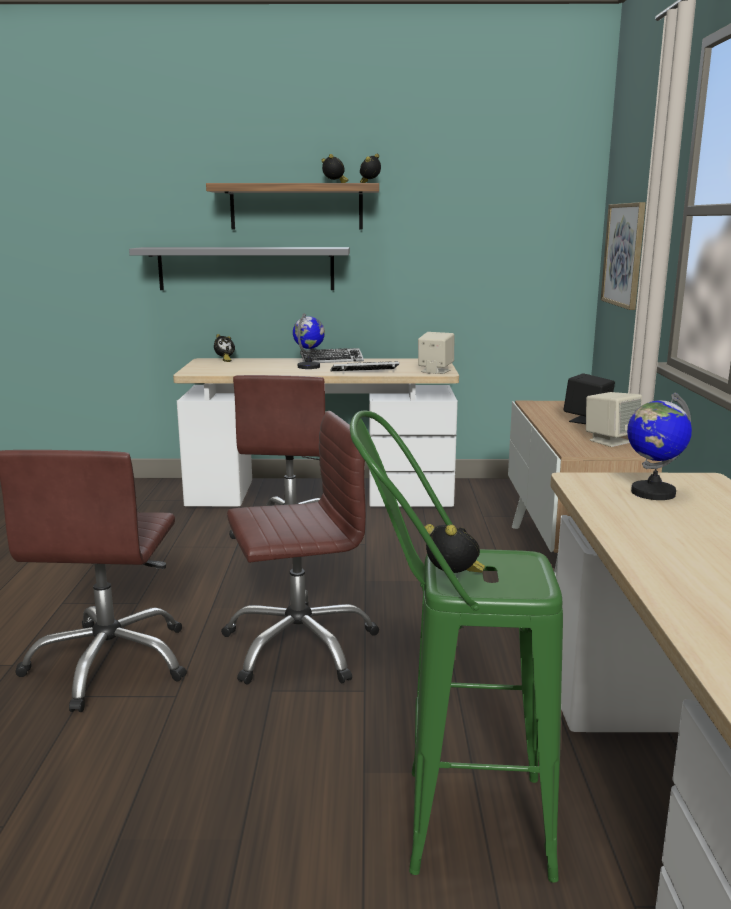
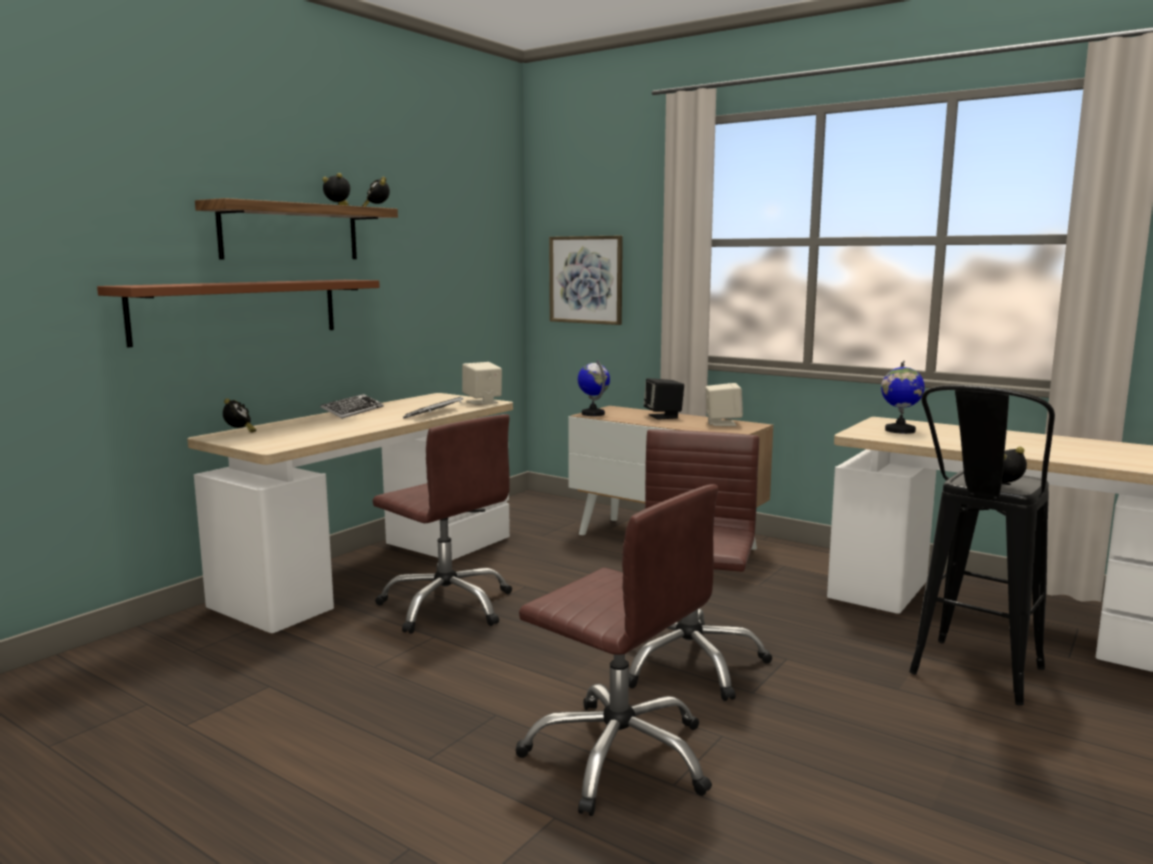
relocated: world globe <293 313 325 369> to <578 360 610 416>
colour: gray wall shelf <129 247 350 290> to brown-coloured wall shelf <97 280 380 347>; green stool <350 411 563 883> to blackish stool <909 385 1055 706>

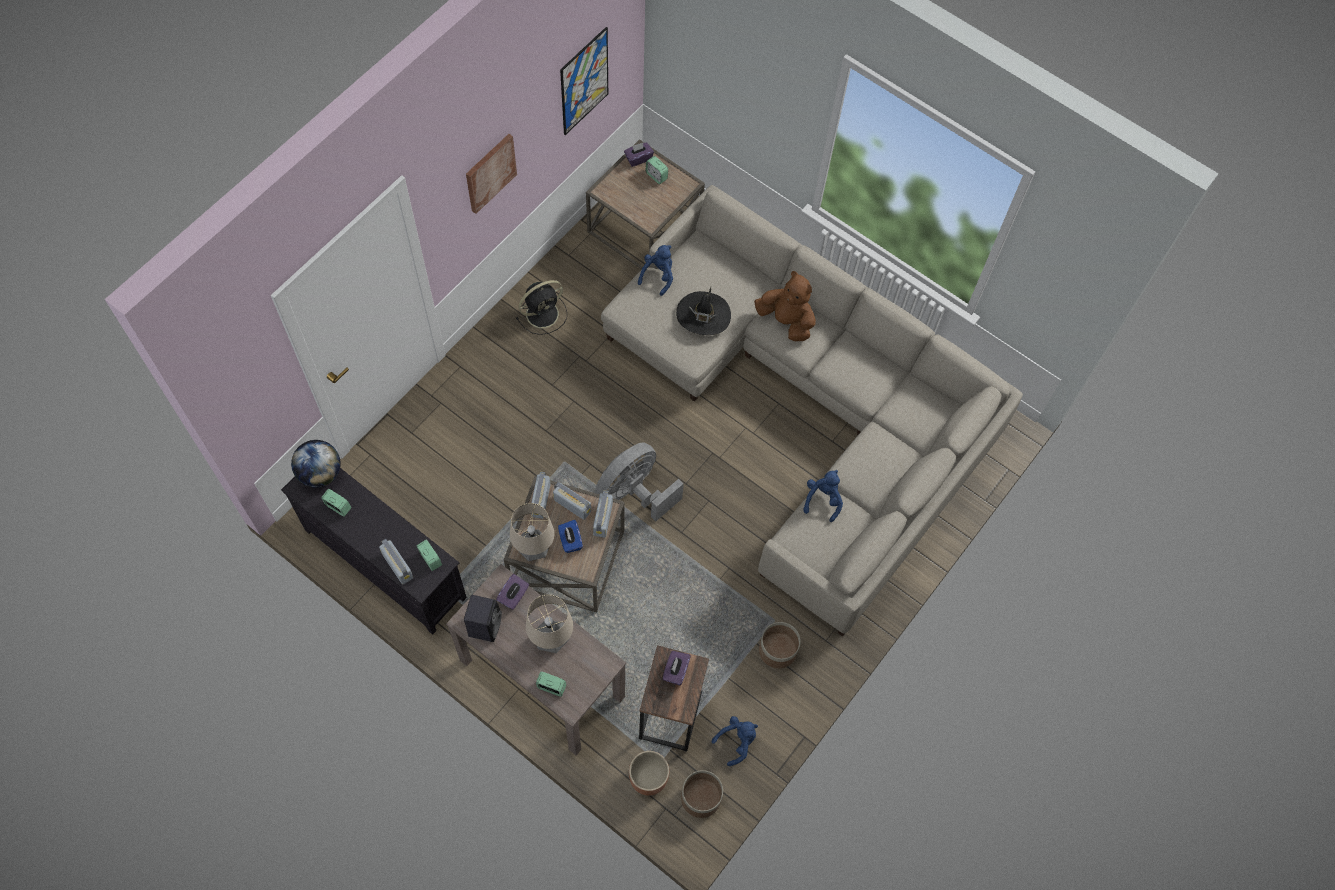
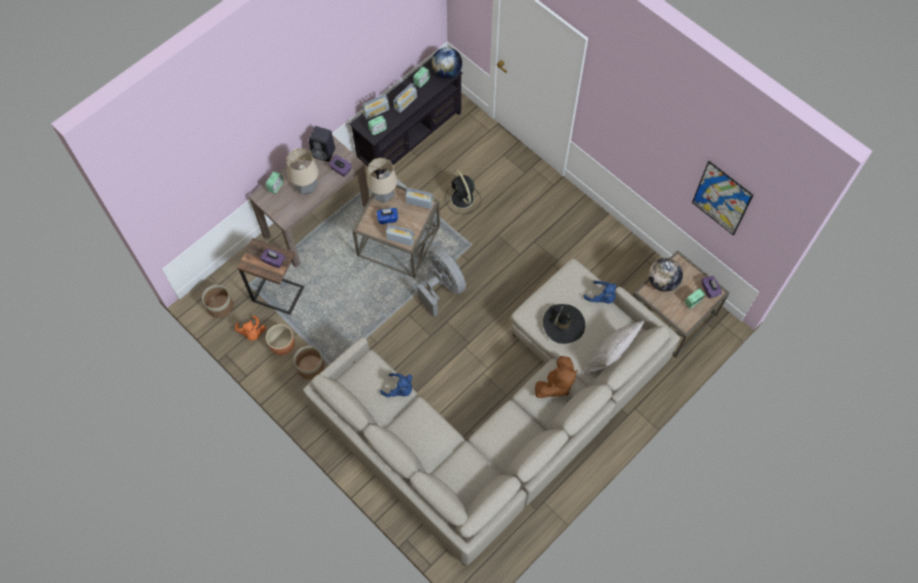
missing: wall picture <466 134 517 214>
appeared: gray cushion <584 320 644 374>; world globe <649 258 683 292>
relocated: blackish fan <516 280 567 335> to <445 170 481 214>; radio <553 482 591 520> to <393 83 417 113>; brown-coloured planter <629 751 669 796> to <266 324 295 355>
colour: blue-coloured plush toy <712 716 758 766> to orangey plush toy <235 315 266 341>

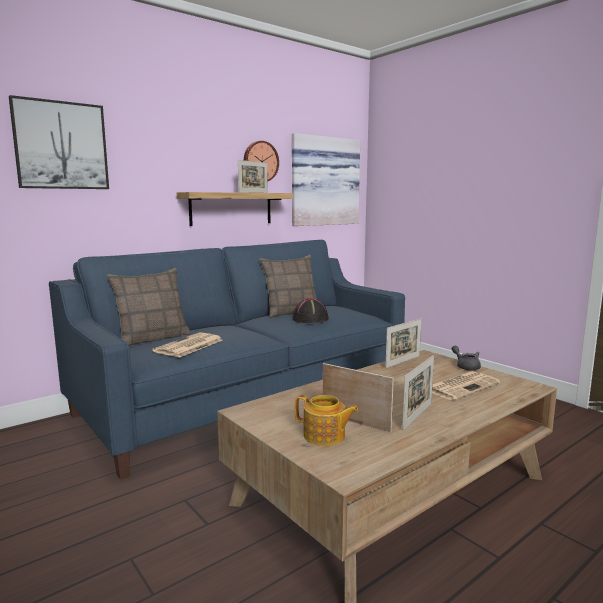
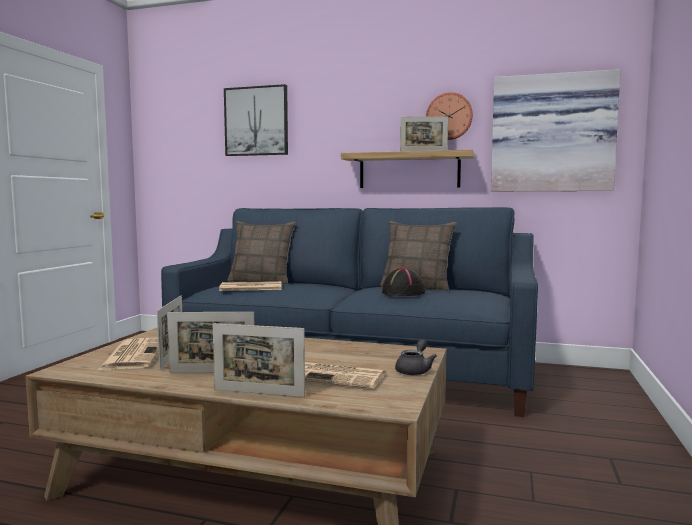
relocated: picture frame <385 318 421 368> to <213 323 305 397>
exchanged: pot for tea <295 395 358 446> to daily paper <98 338 158 370>

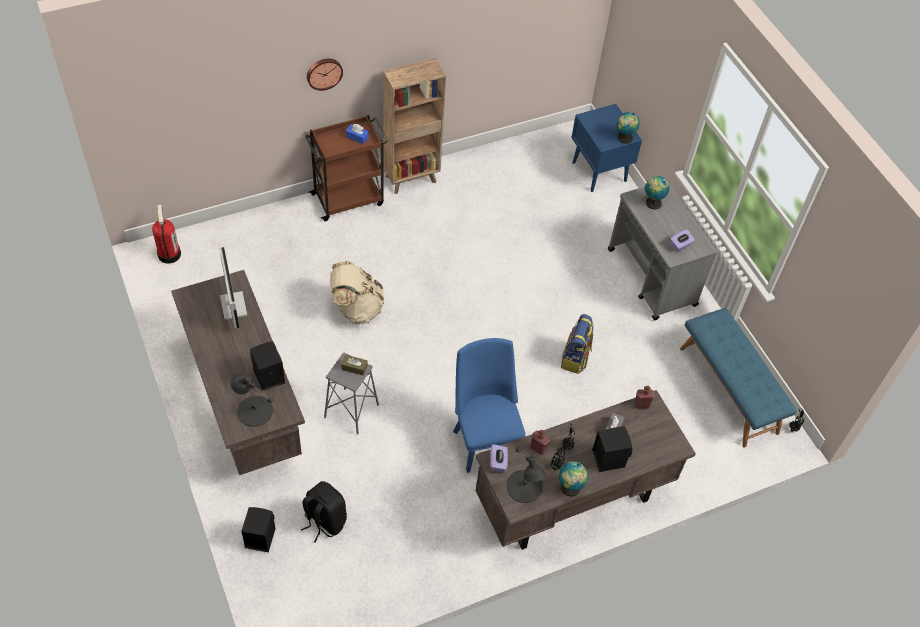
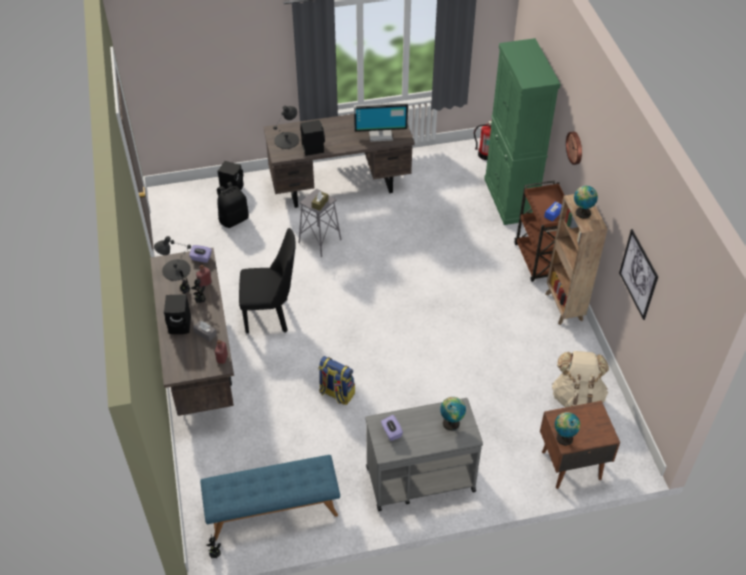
appeared: green storage cabinet <484 38 560 225>; wall picture <619 229 658 320>
relocated: beige rucksack <330 261 384 324> to <552 351 609 408>; world globe <559 461 588 497> to <574 186 598 219>
colour: blue-coloured chair <453 338 525 473> to blackish chair <239 228 296 333>; blue-coloured bedside table <571 104 642 192> to brown-coloured bedside table <540 401 620 489>

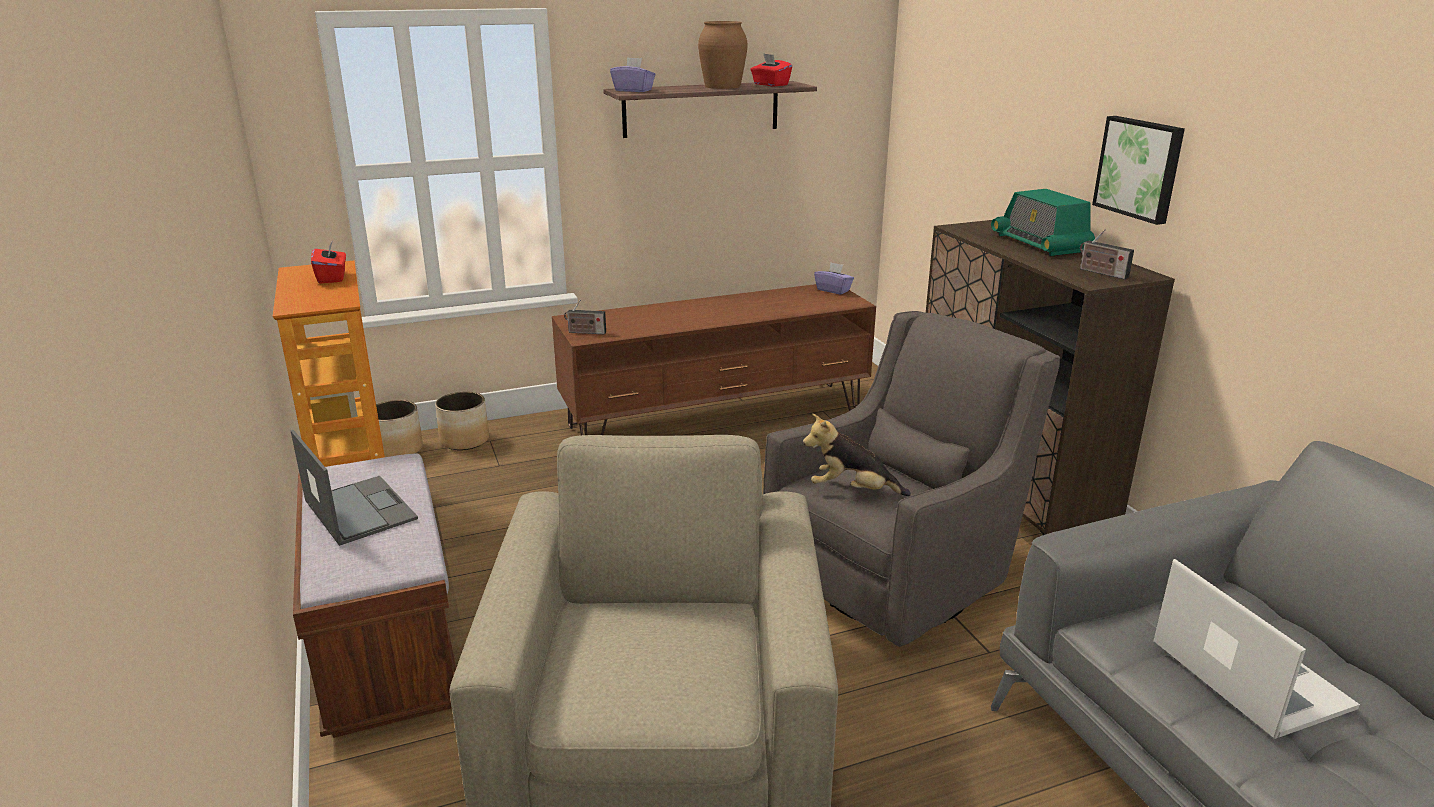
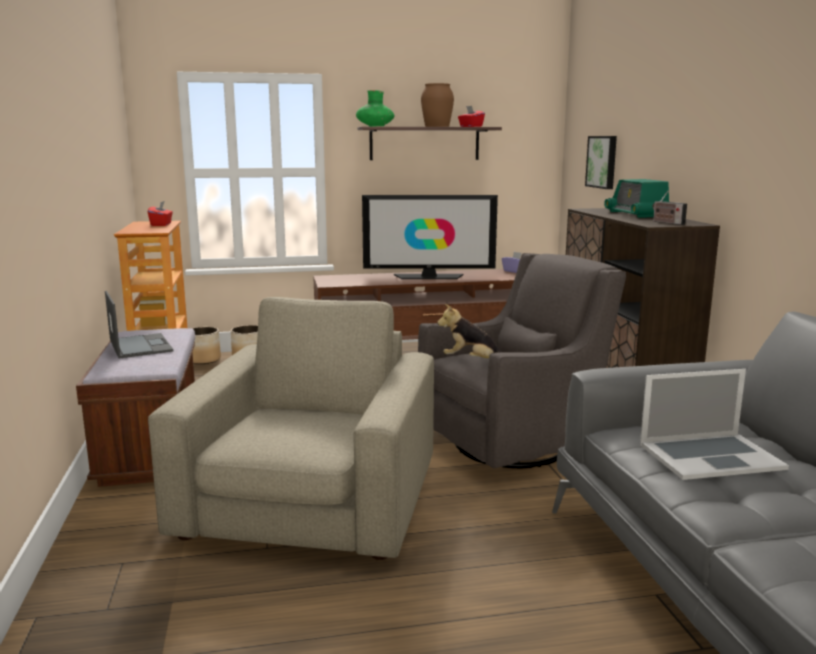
missing: radio <564 300 606 334>
appeared: TV <362 195 498 279>
relocated: wall picture <1092 116 1185 225> to <585 136 617 189>
exchanged: purple box of tissues <610 57 656 92> to green vase <356 90 395 127>
spun: laptop <1154 559 1360 739> = <640 369 789 480> 90 degrees clockwise

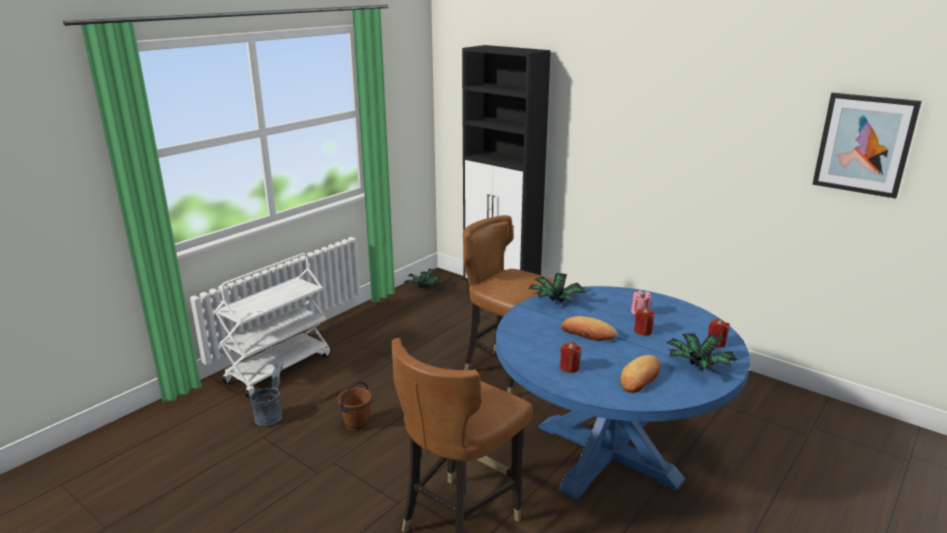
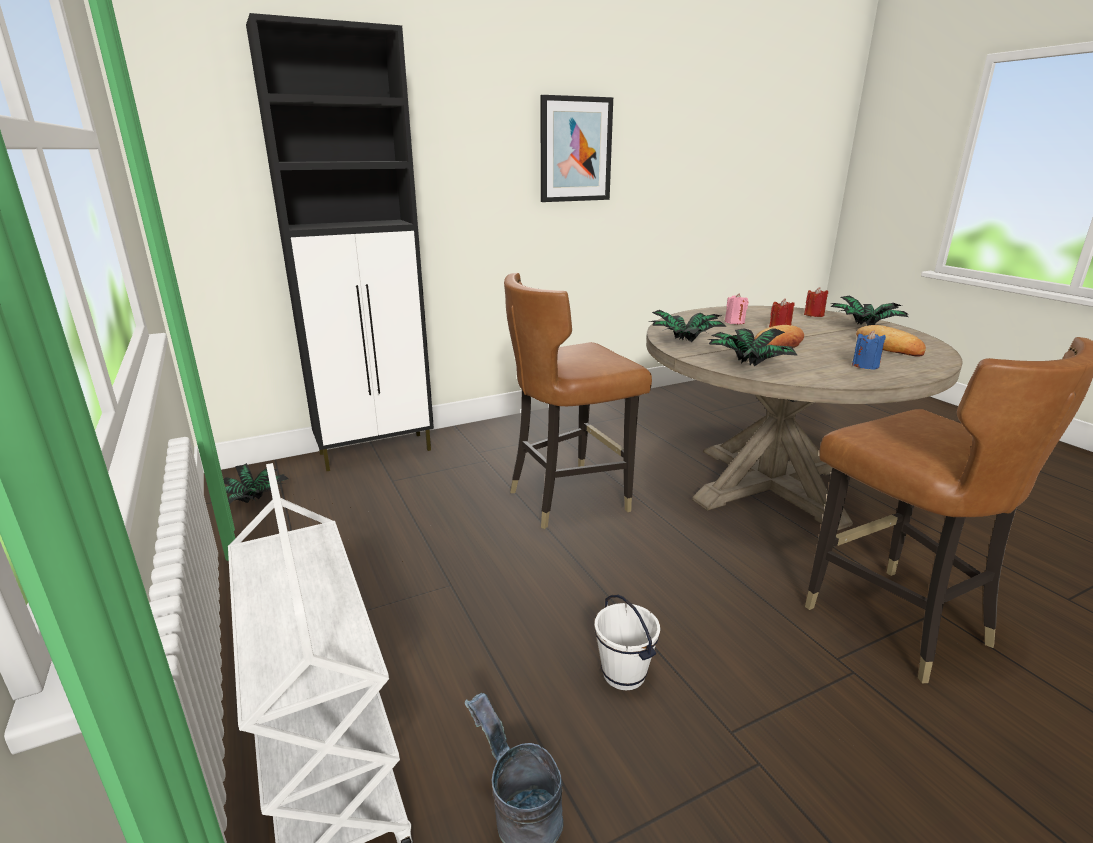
appeared: plant in a pot <708 328 798 366>
relocated: wall picture <812 93 922 199> to <540 95 613 202>
colour: brown-coloured water bucket <338 382 372 431> to white water bucket <594 595 660 690>; blue-coloured dinner table <496 286 750 500> to beige dinner table <646 306 962 531>; red-coloured wax candle <560 341 582 373> to blue-coloured wax candle <852 330 886 370>

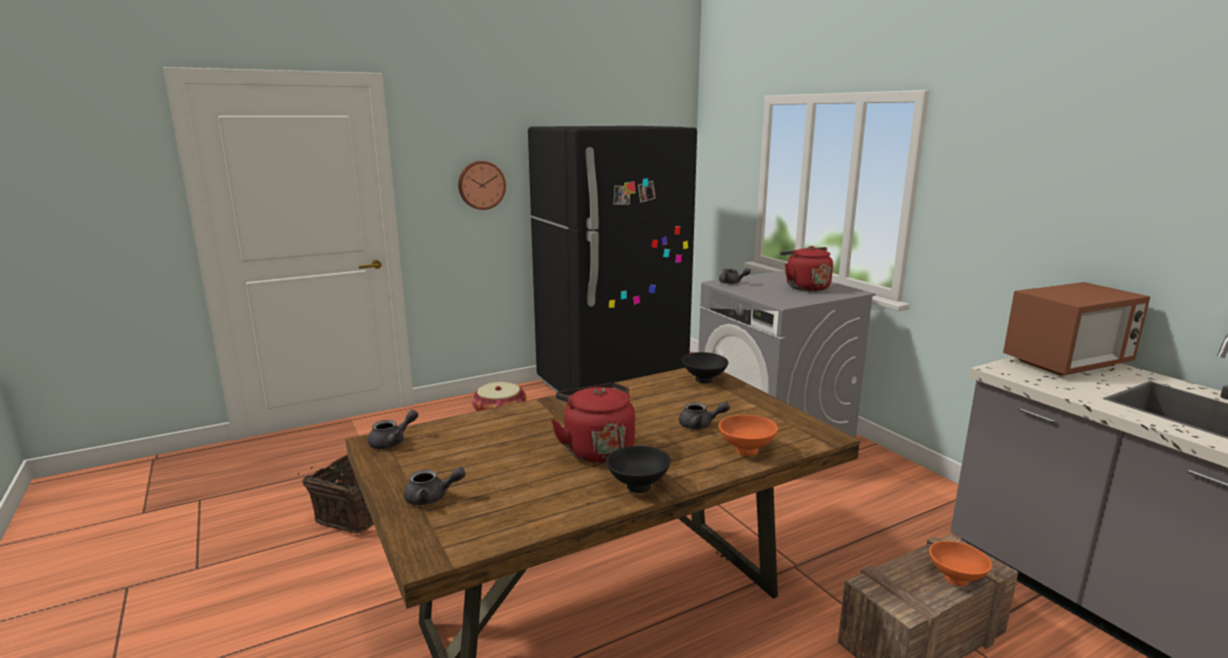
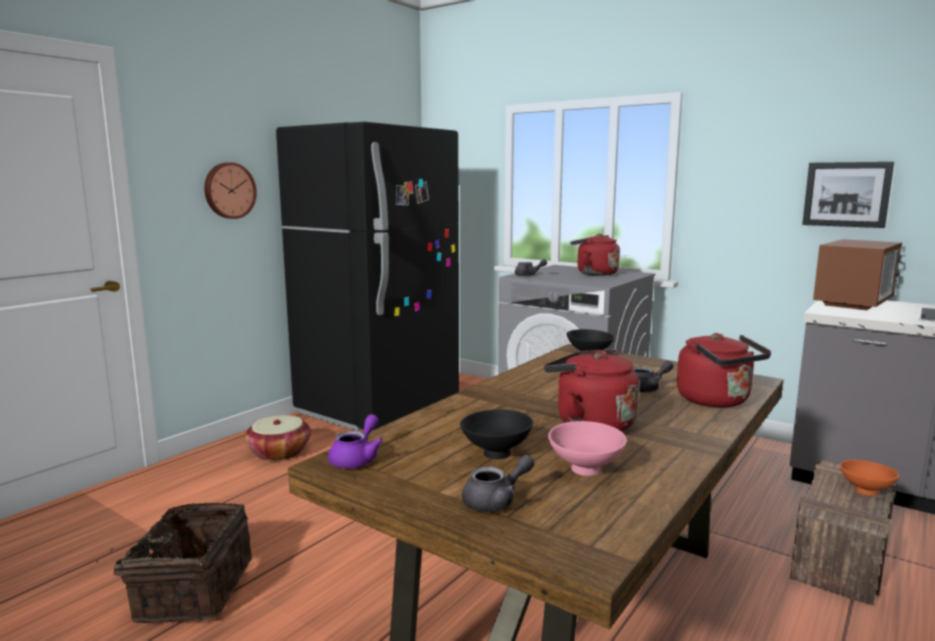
appeared: pink-coloured deep dish <548 421 627 476>; wall picture <802 162 894 228>
relocated: blackish deep dish <606 446 671 493> to <460 410 533 459>
exchanged: orangey deep dish <719 415 778 456> to red-coloured water kettle <677 333 771 407>
colour: gray pot for tea <368 410 418 449> to purple pot for tea <328 414 383 469>

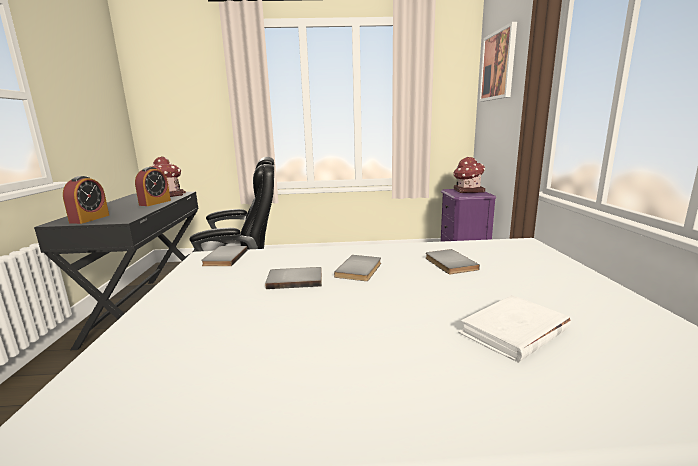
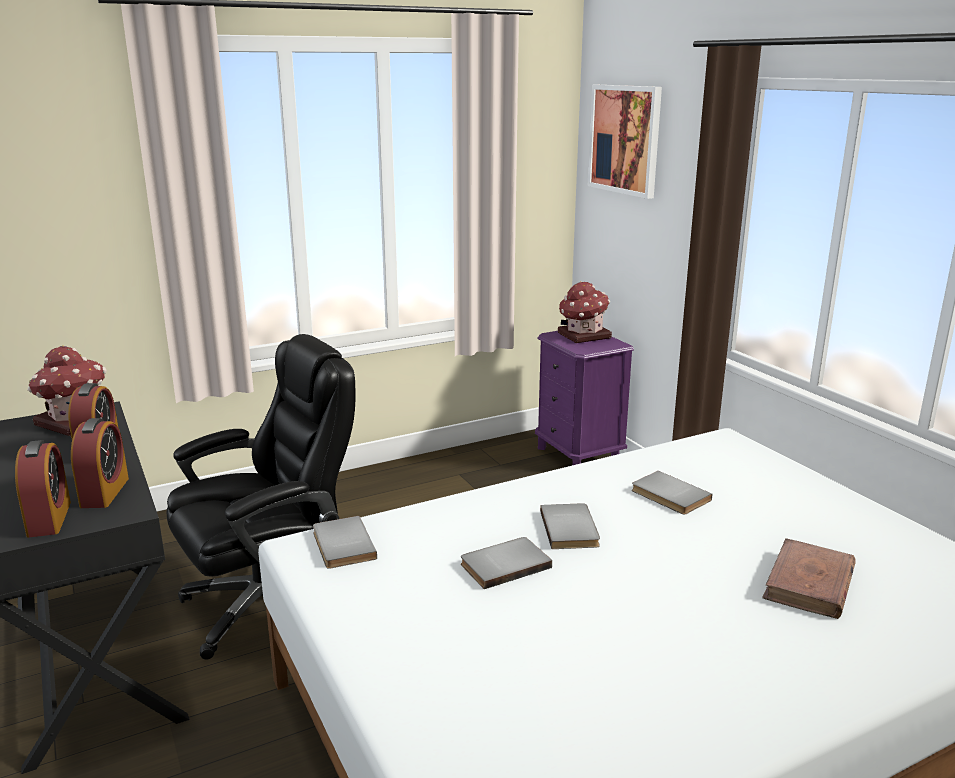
appeared: bedside clock <71 418 129 508>
colour: white book <458 295 571 363> to brown-coloured book <762 538 856 619>

